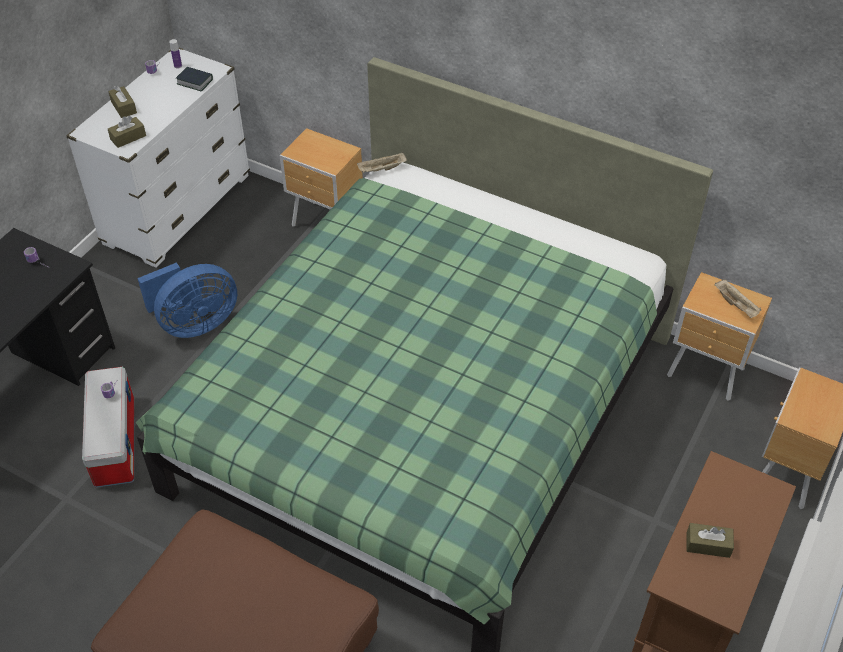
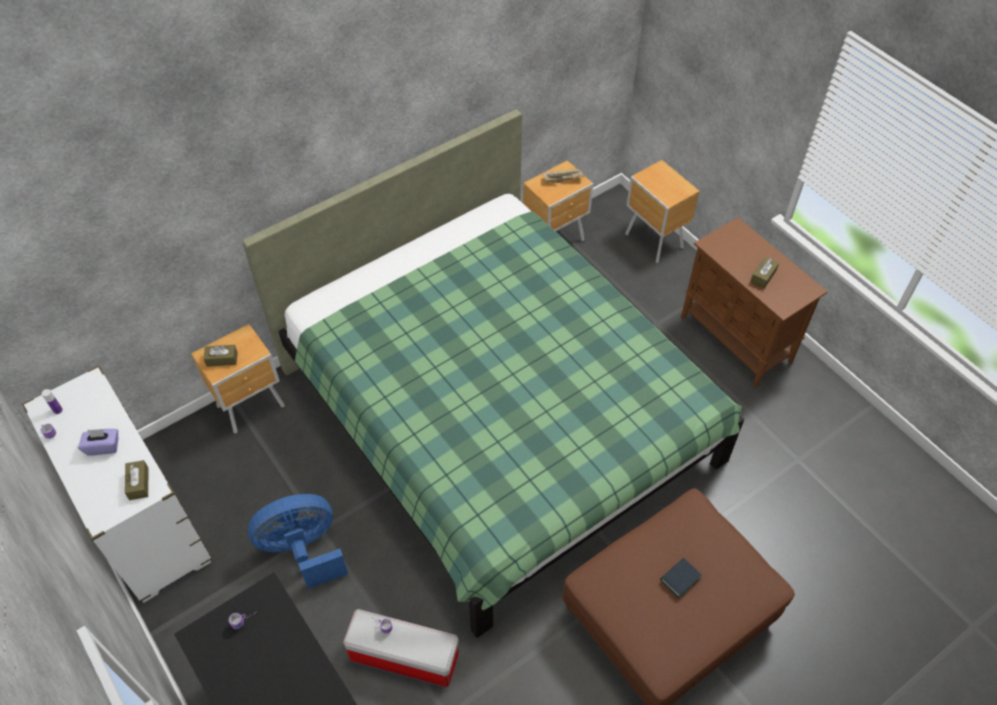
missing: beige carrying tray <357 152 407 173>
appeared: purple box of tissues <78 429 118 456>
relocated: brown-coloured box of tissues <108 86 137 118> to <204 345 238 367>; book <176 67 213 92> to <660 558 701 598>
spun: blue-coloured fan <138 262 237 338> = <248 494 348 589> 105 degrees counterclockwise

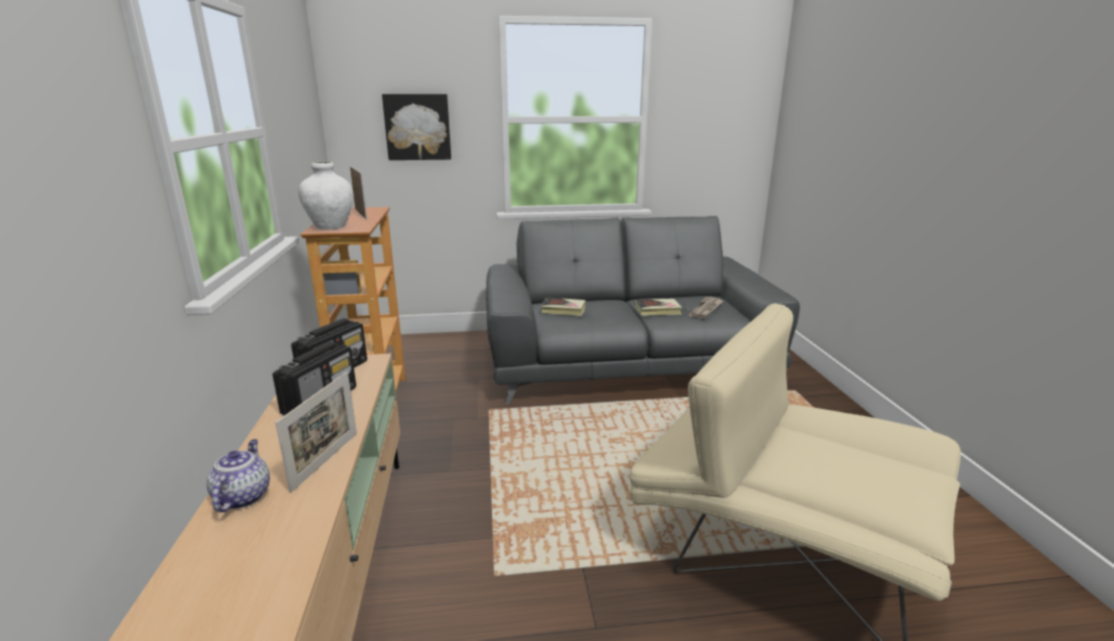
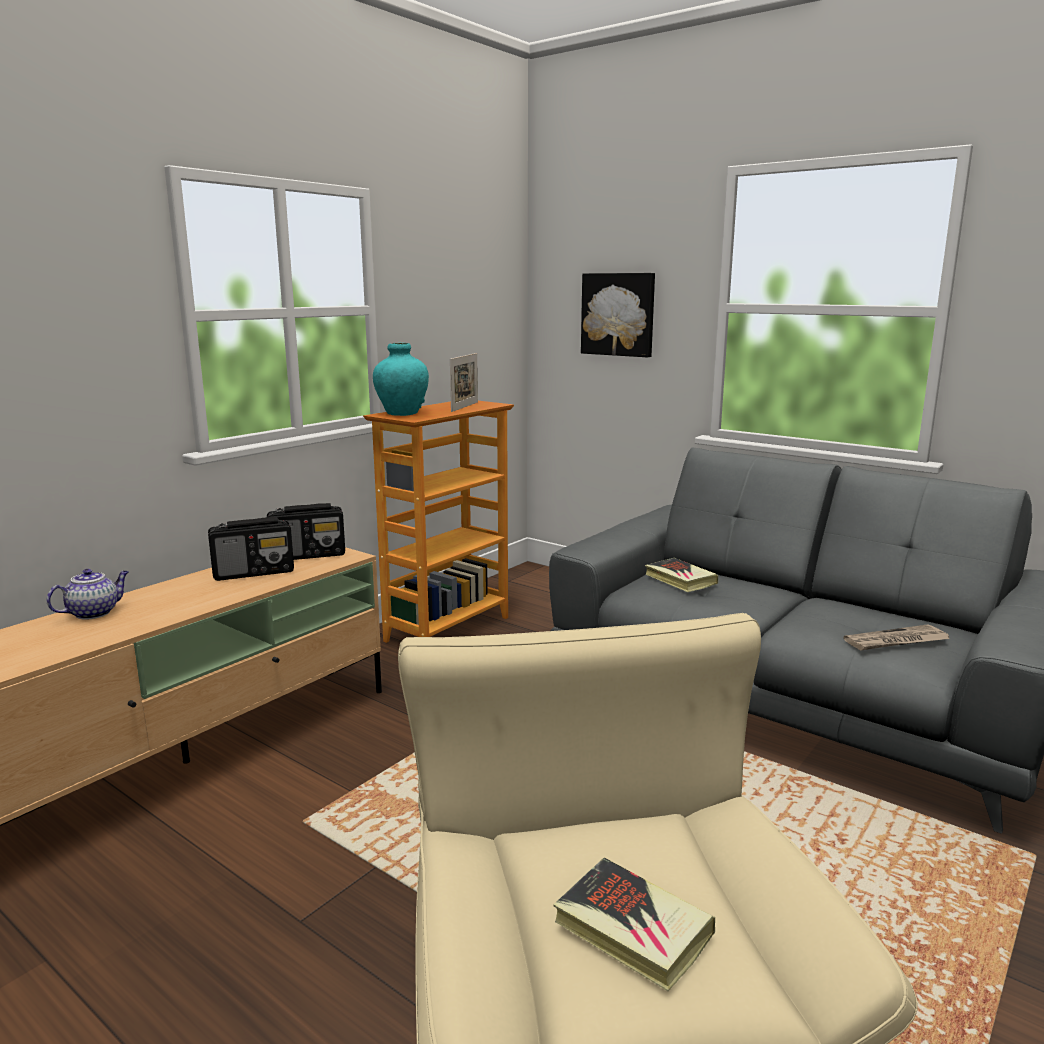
missing: picture frame <275 371 357 493>
relocated: book <634 299 682 316> to <553 857 715 991>
colour: white vase <298 161 353 230> to blue-green vase <373 343 429 416>

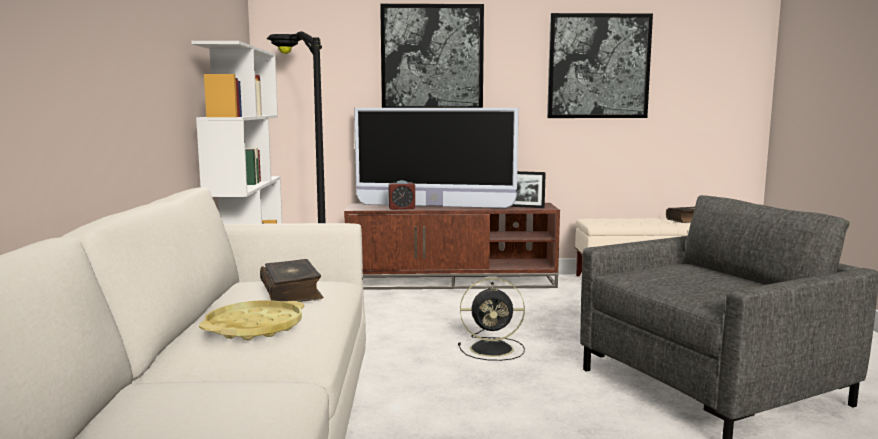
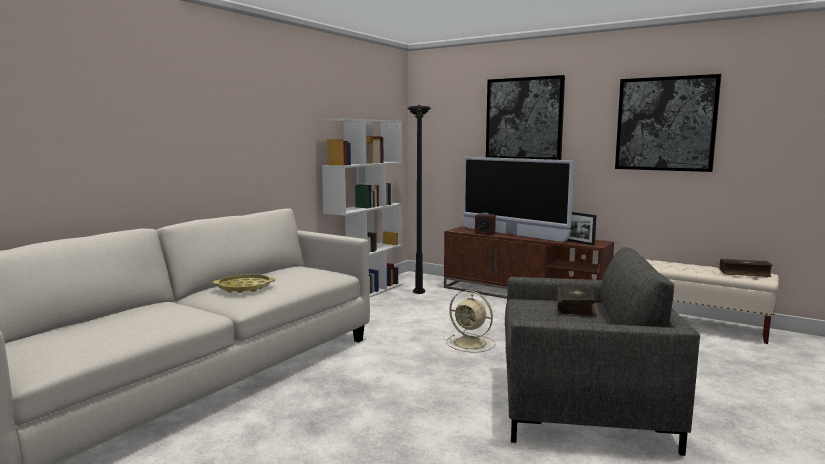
relocated: book <260 259 324 302> to <557 284 597 317>
colour: blackish fan <458 278 525 361> to beige fan <446 290 496 353>

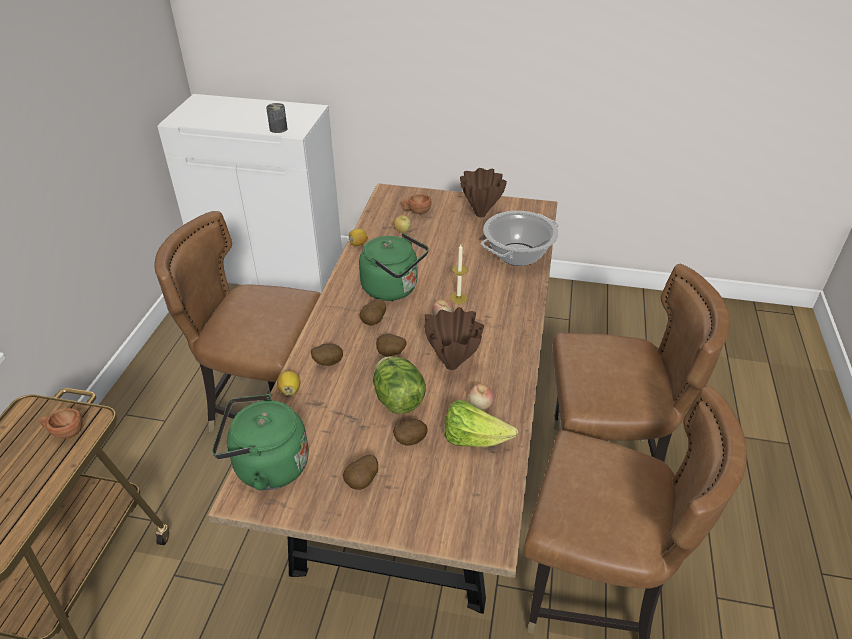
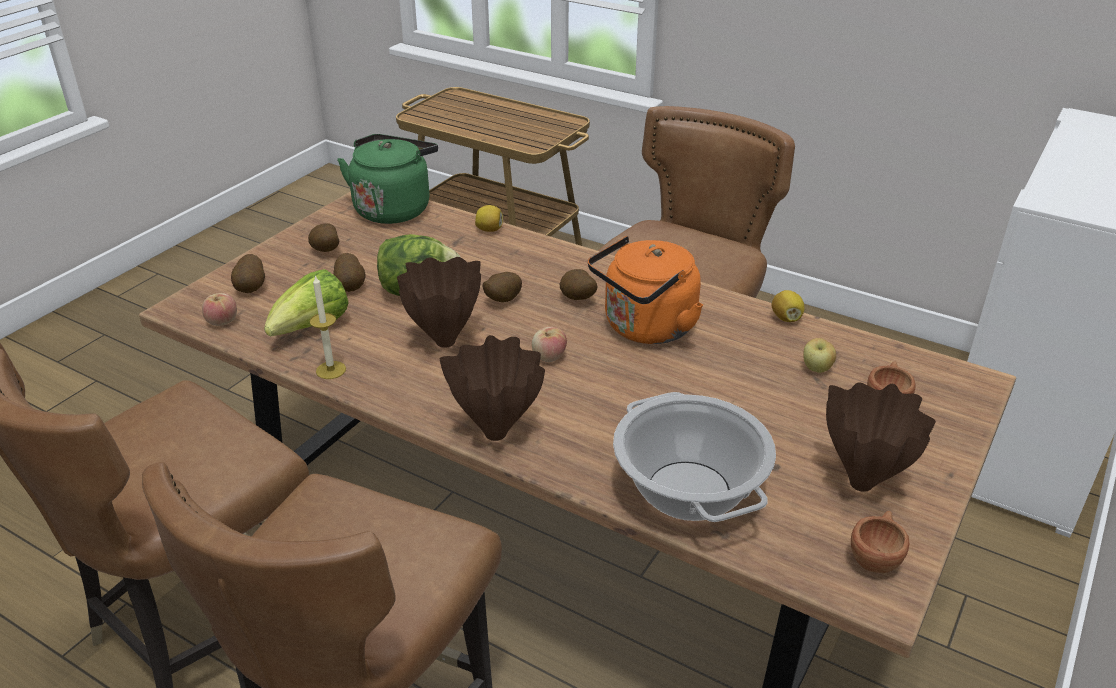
missing: metal can <266 103 287 133>
appeared: brown-coloured vase <440 335 545 441>
relocated: brown-coloured cup <39 408 83 439> to <851 511 909 573>; potato <311 344 343 366> to <231 254 265 293>; wax candle <450 244 468 304> to <310 275 346 379>; apple fruit <469 384 494 410> to <202 293 237 326>
colour: green water kettle <359 233 429 301> to orangey water kettle <588 236 703 344>

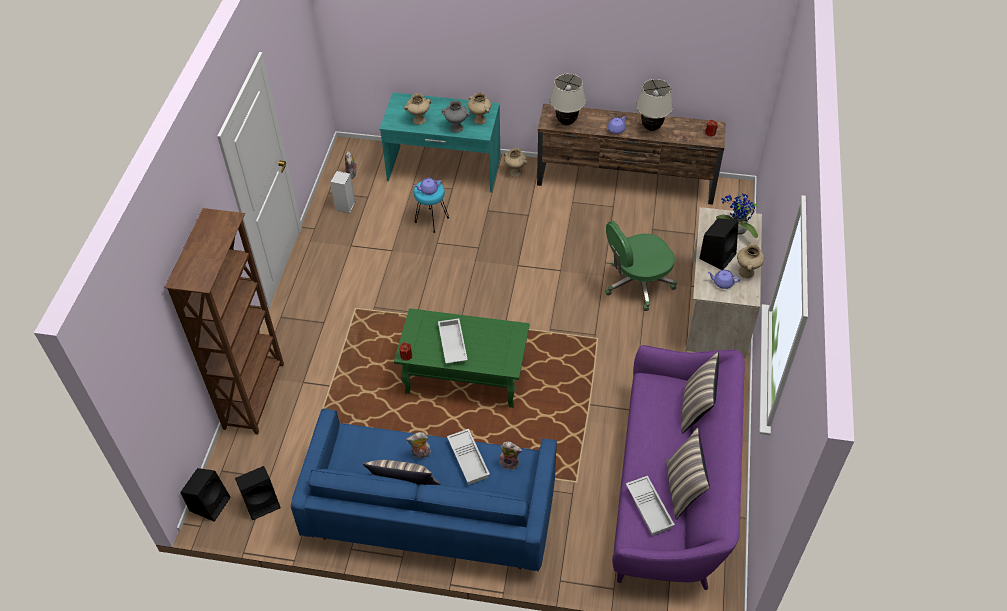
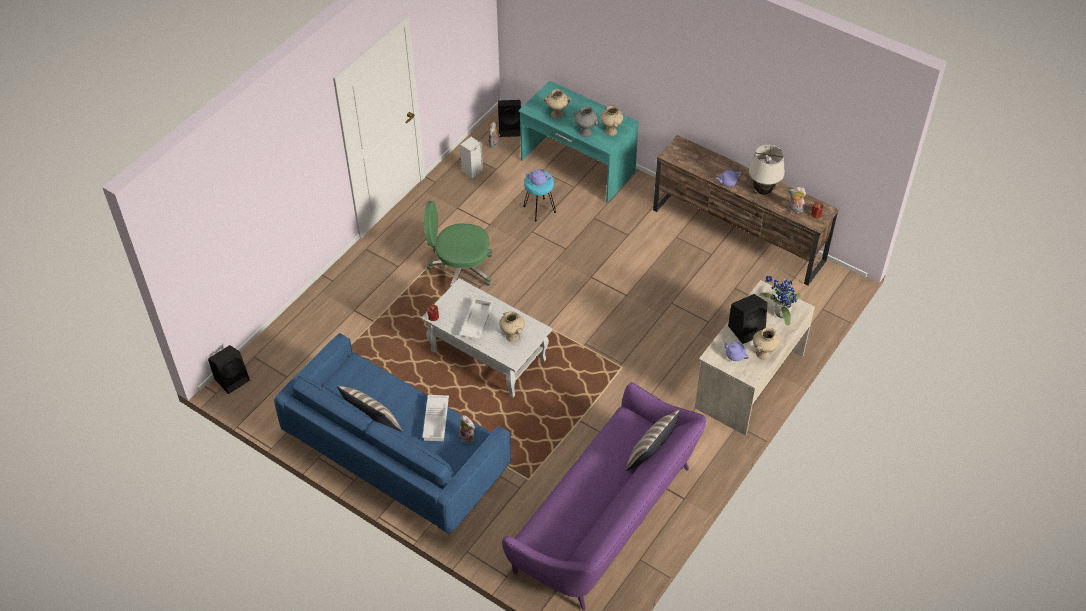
missing: brown-coloured bookcase <164 208 284 434>; beige tabletop lamp <550 73 586 125>; white carrying tray <626 476 675 536>; cushion <666 427 710 520>
relocated: blackish loudspeaker <235 466 281 520> to <498 100 521 137>; plush toy <406 432 431 459> to <788 187 806 213>; beige vase <504 148 528 177> to <499 311 525 342>; green computer chair <605 221 677 311> to <424 201 492 287>
colour: green lounge table <394 308 530 408> to white lounge table <421 278 552 398>

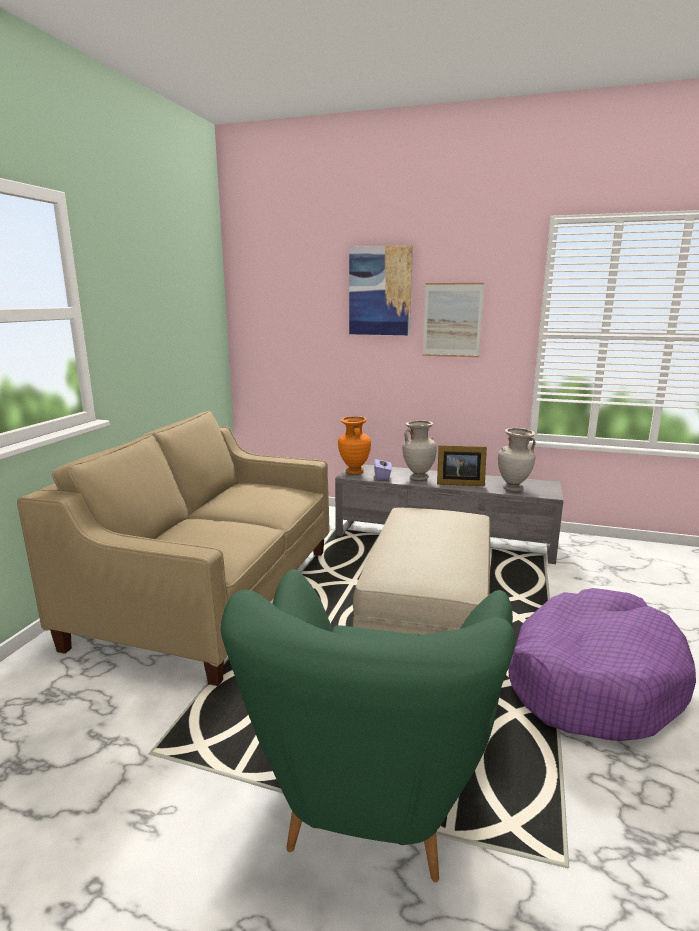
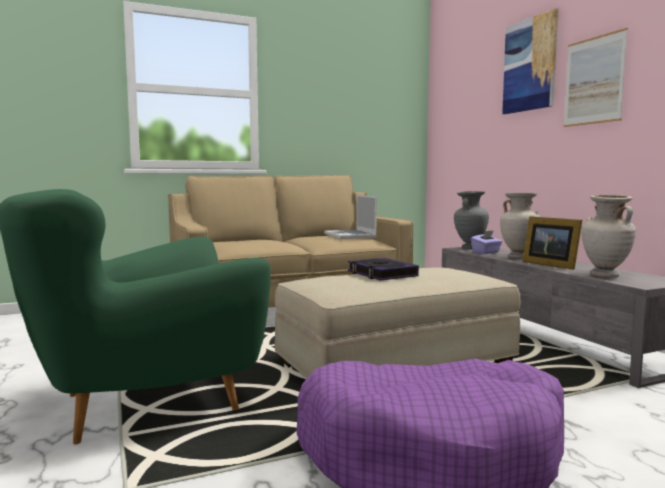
appeared: laptop <324 195 377 239>; book <348 258 419 281>
colour: orangey vase <338 416 371 474> to gray vase <454 191 489 249>

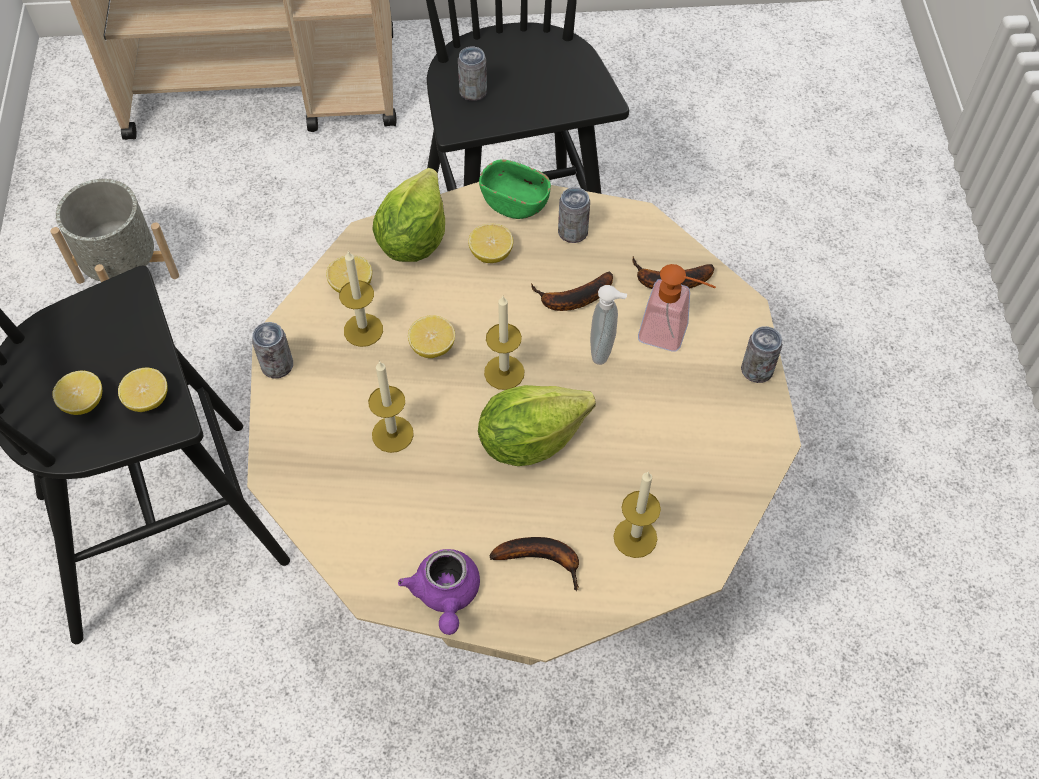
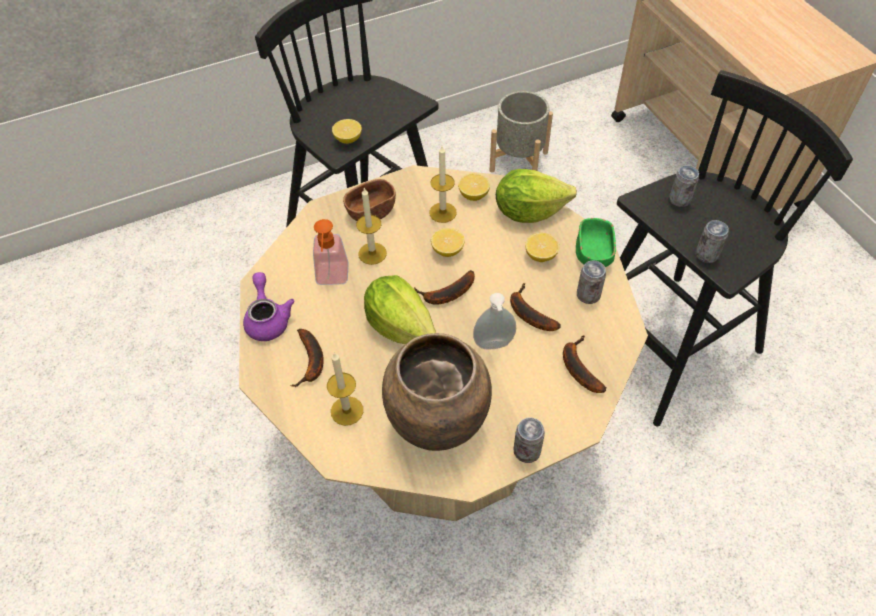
missing: whole lemon <52 371 102 415>
appeared: brown-coloured deep dish <343 179 396 221>; brown-coloured vase <382 333 492 451>
relocated: metal can <252 322 293 379> to <695 220 729 263>; liquid soap bottle <638 264 716 352> to <313 219 349 285>
exchanged: wax candle <484 296 525 390> to banana fruit <414 270 475 305>
spun: purple pot for tea <398 549 480 635> = <243 272 294 341> 105 degrees clockwise

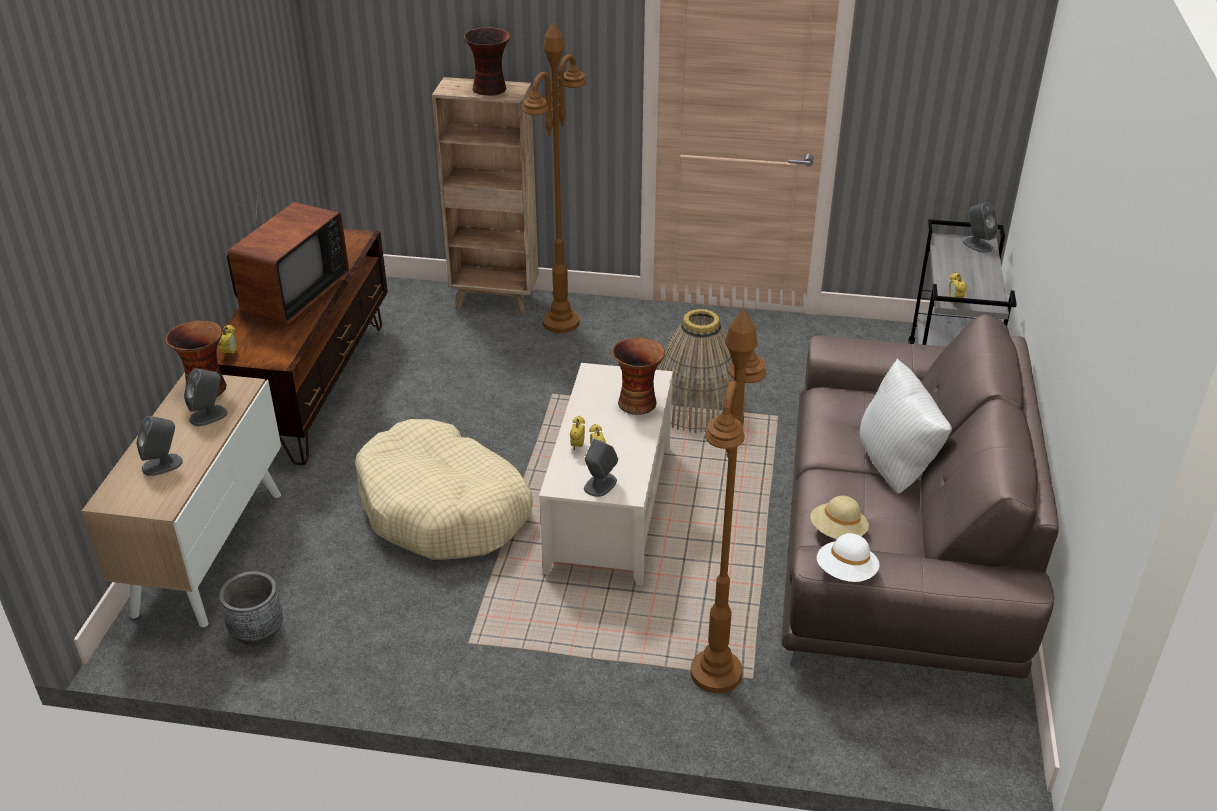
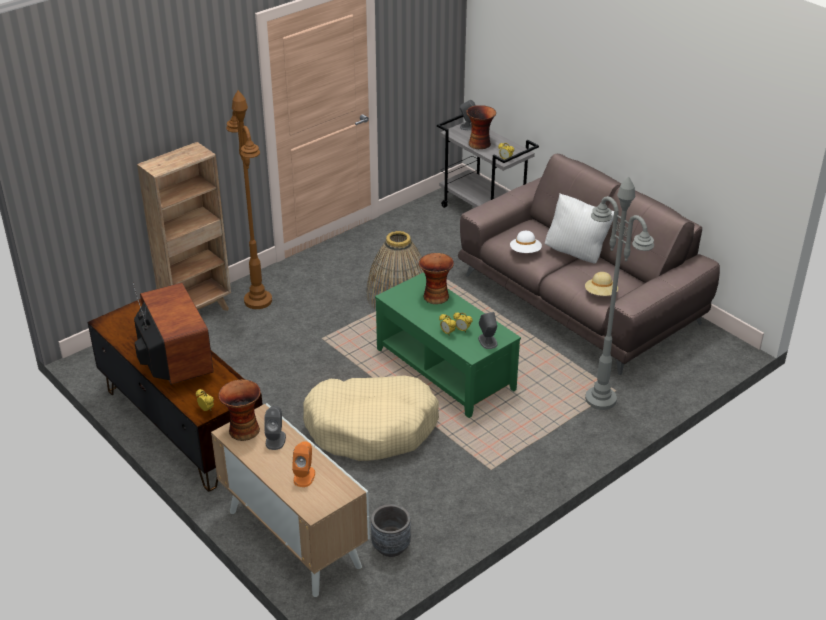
relocated: vase <464 28 511 96> to <466 105 496 149>; white wearable hat <817 533 880 582> to <510 231 542 253>
colour: gray loudspeaker <136 416 183 476> to orangey loudspeaker <292 441 315 487>; beige lounge table <539 363 673 586> to green lounge table <375 272 521 418>; brown-coloured floor lamp <690 309 766 693> to gray floor lamp <585 177 654 410>

